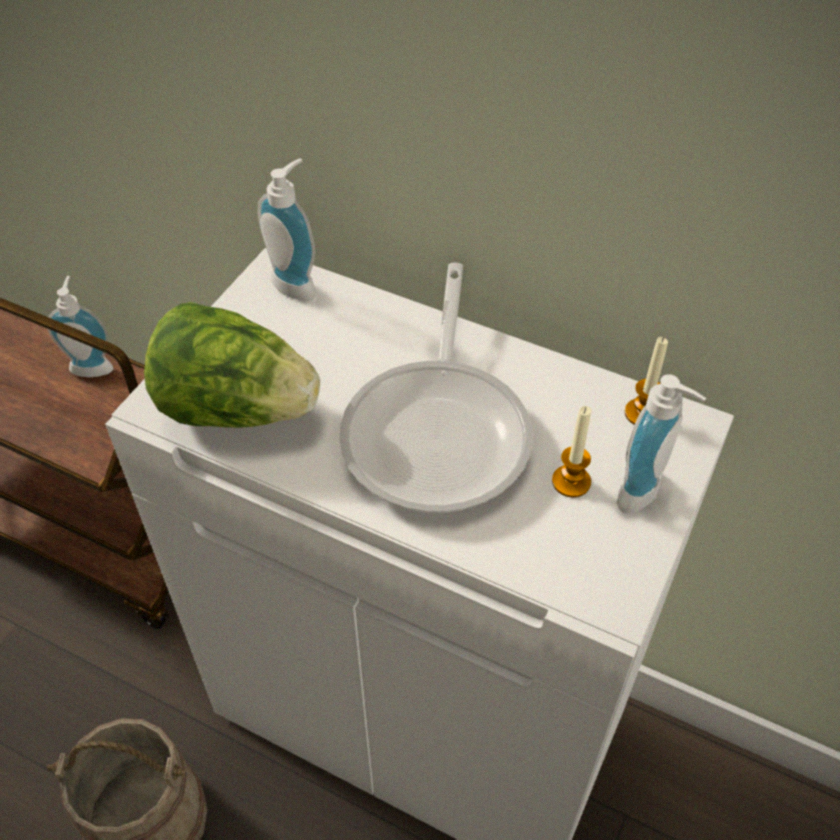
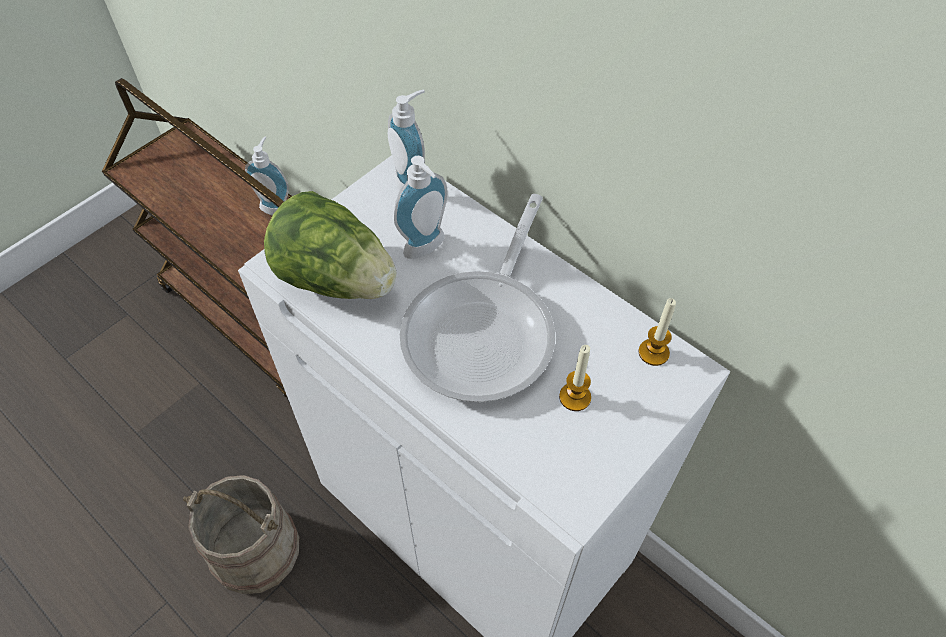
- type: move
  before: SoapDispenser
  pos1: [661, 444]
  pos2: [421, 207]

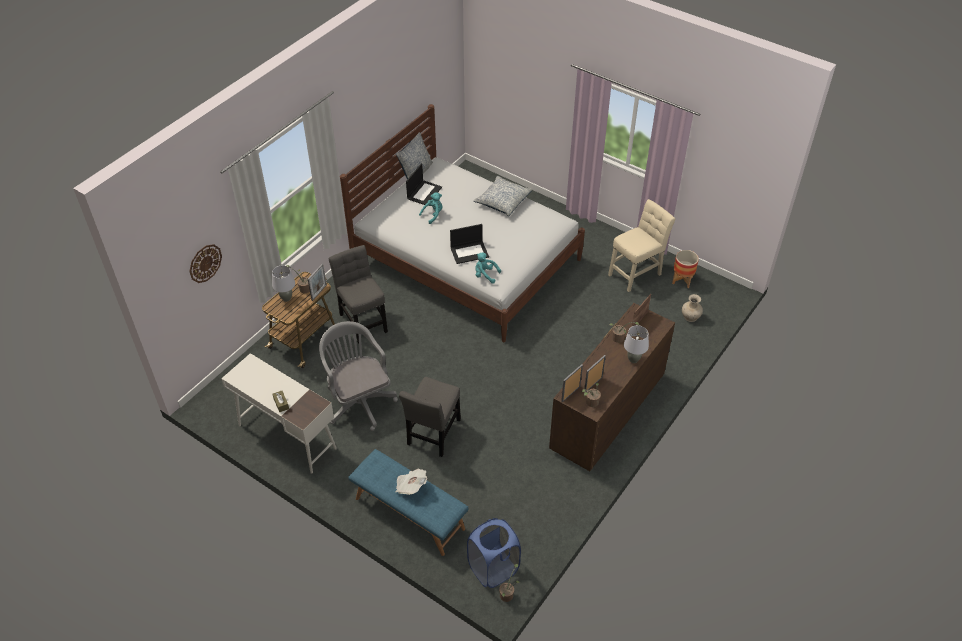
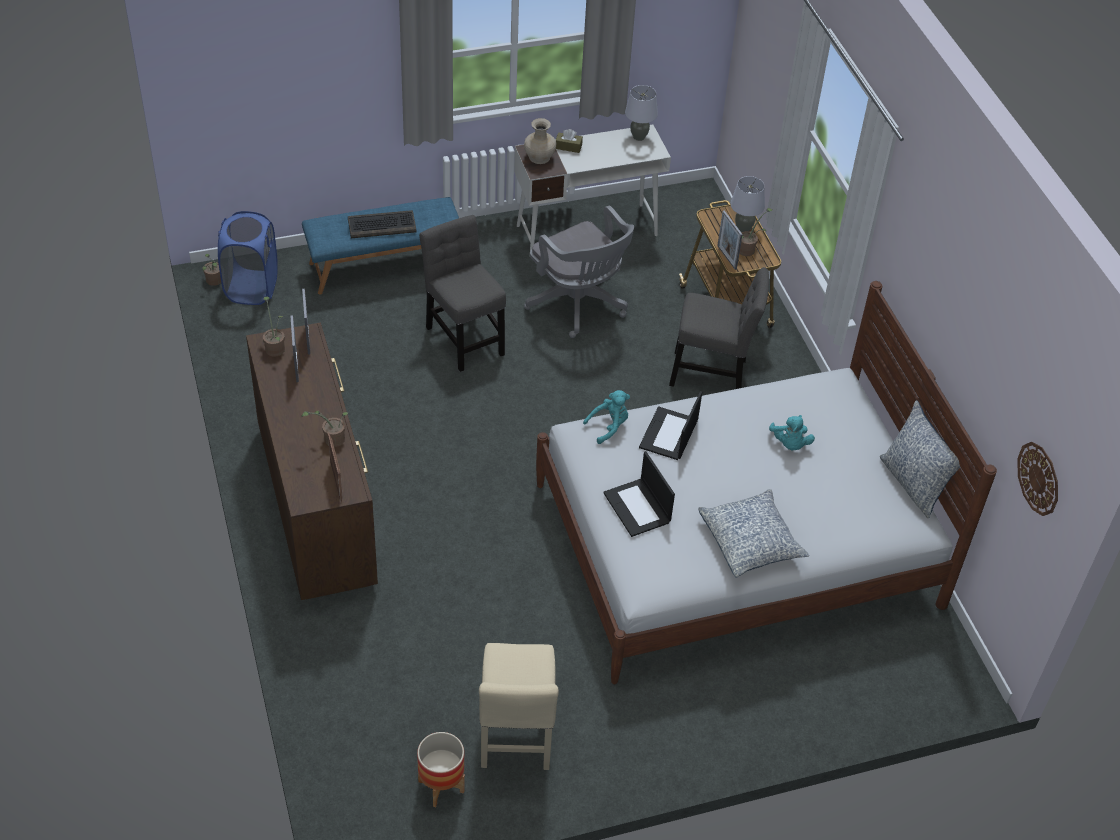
- type: replace
  before: DailyPaper
  after: Keyboard
  pos1: [411, 482]
  pos2: [382, 224]
- type: move
  before: BeigeColouredFlowerVase
  pos1: [692, 308]
  pos2: [540, 141]
- type: rotate
  before: GreyDeskChair
  pos1: [358, 376]
  pos2: [579, 271]
  turn: 45
- type: move
  before: NotebookComputer
  pos1: [424, 184]
  pos2: [639, 494]
- type: move
  before: GreyTabletopLamp
  pos1: [636, 344]
  pos2: [641, 113]
- type: move
  before: HangingClock
  pos1: [205, 263]
  pos2: [1037, 479]

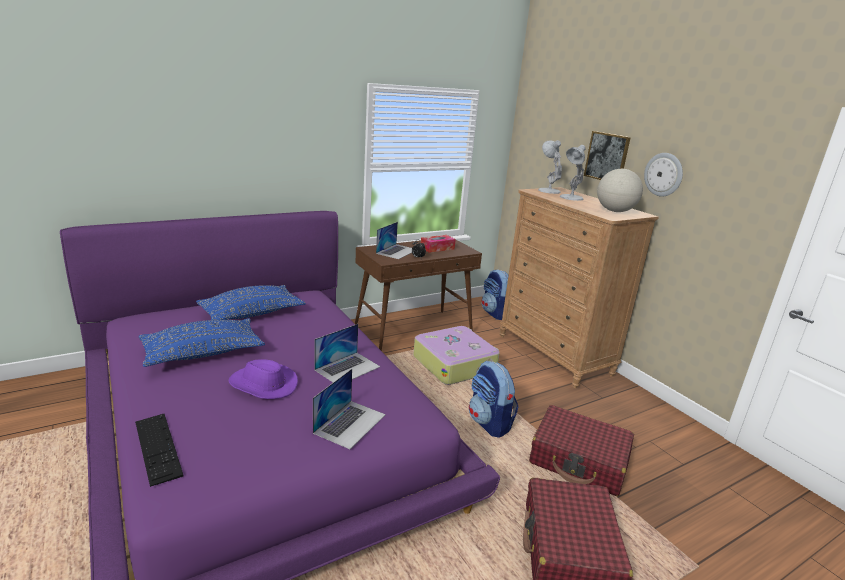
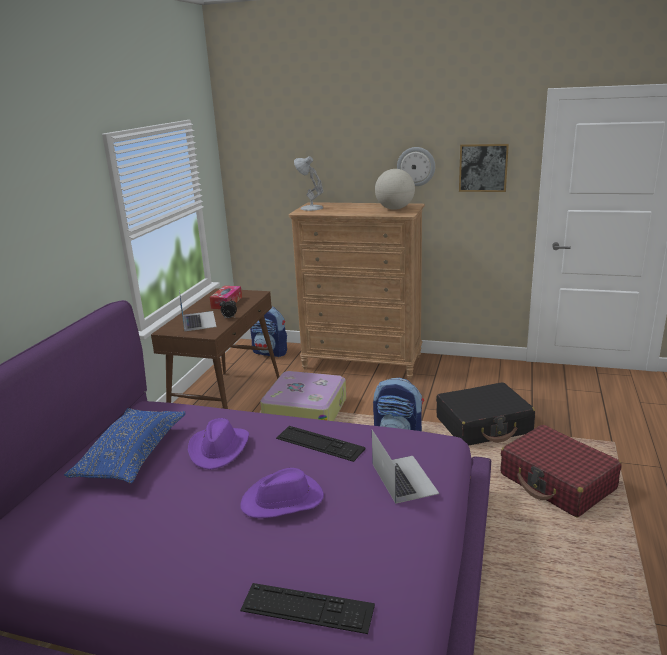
- type: insert
  after: PurpleColouredClothingHat
  pos2: [218, 444]
- type: replace
  before: NotebookComputer
  after: Keyboard
  pos1: [347, 353]
  pos2: [321, 444]
- type: recolor
  before: RedSuitcase
  after: BlackSuitcase
  pos1: [581, 450]
  pos2: [485, 414]
- type: move
  before: WallArt
  pos1: [607, 155]
  pos2: [484, 168]
- type: delete
  before: BlueColouredPillow
  pos1: [202, 342]
- type: delete
  before: WhiteColouredTabletopLamp
  pos1: [573, 173]

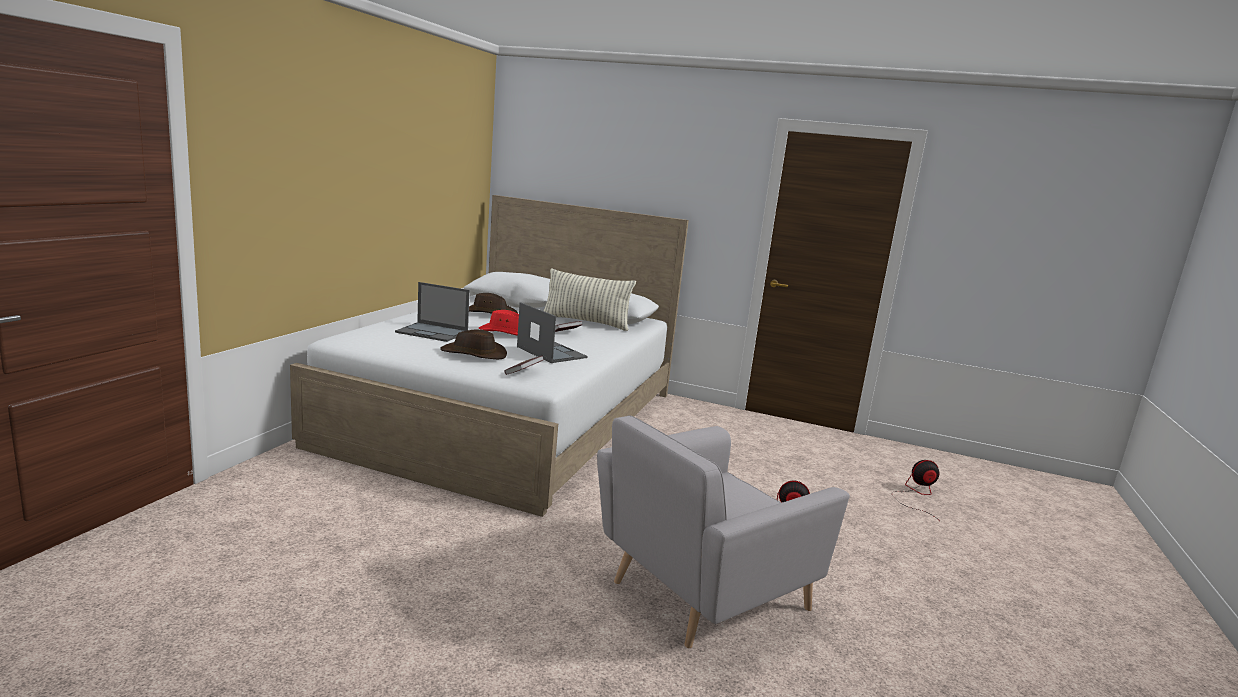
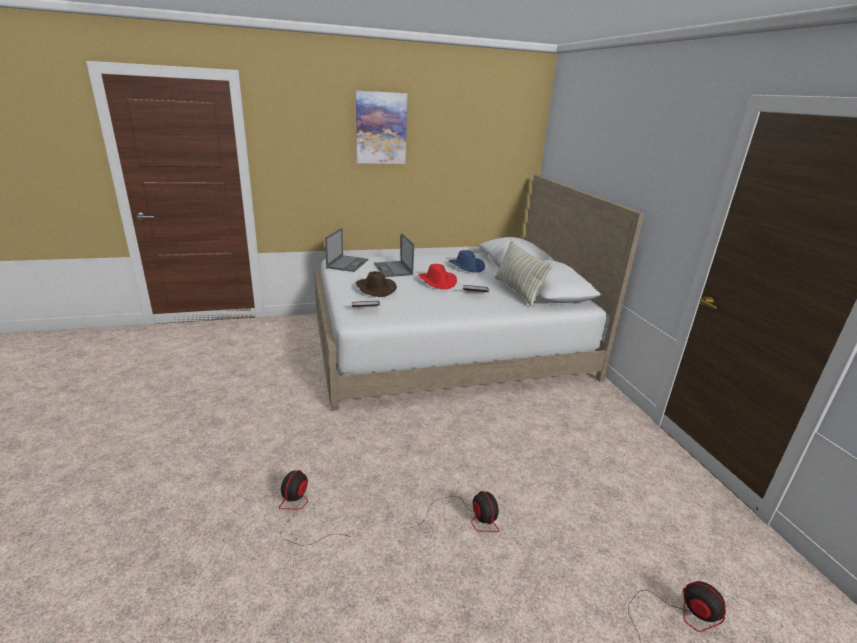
- type: replace
  before: GreyEasyChair
  after: Fan
  pos1: [723, 531]
  pos2: [315, 508]
- type: move
  before: NotebookComputer
  pos1: [552, 332]
  pos2: [346, 250]
- type: insert
  after: WallArt
  pos2: [381, 127]
- type: recolor
  before: BrownClothingHat
  after: BlueColouredClothingHat
  pos1: [493, 303]
  pos2: [467, 261]

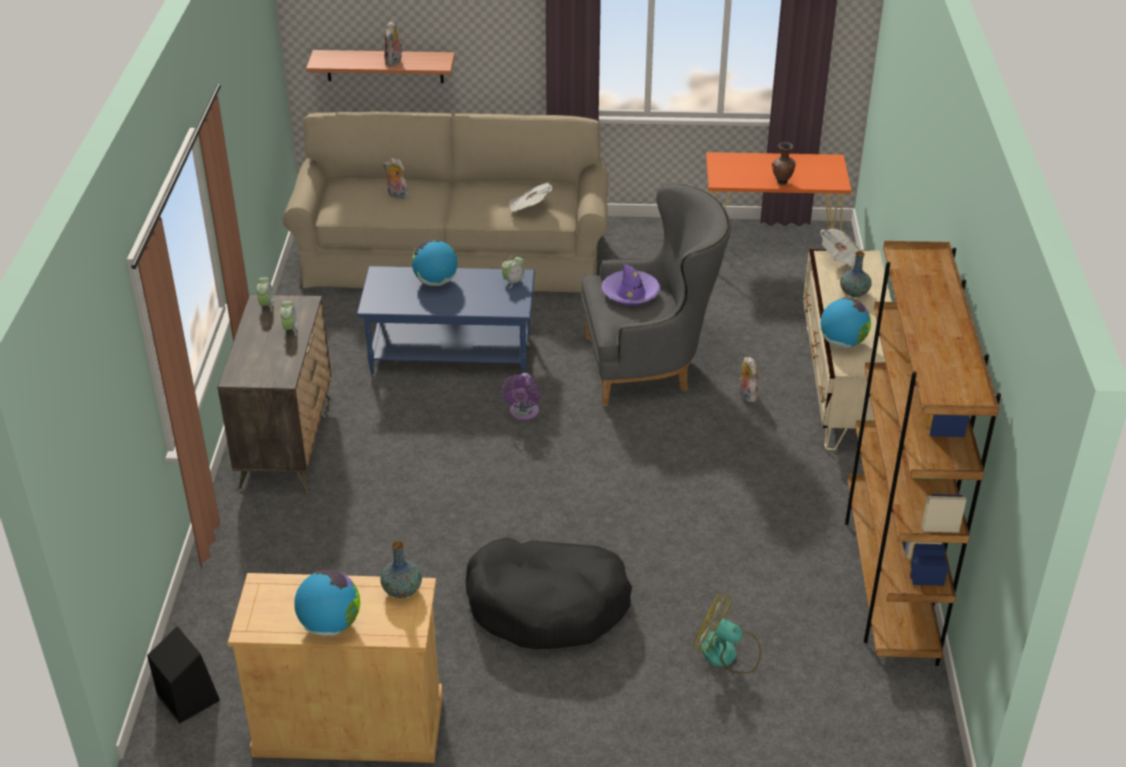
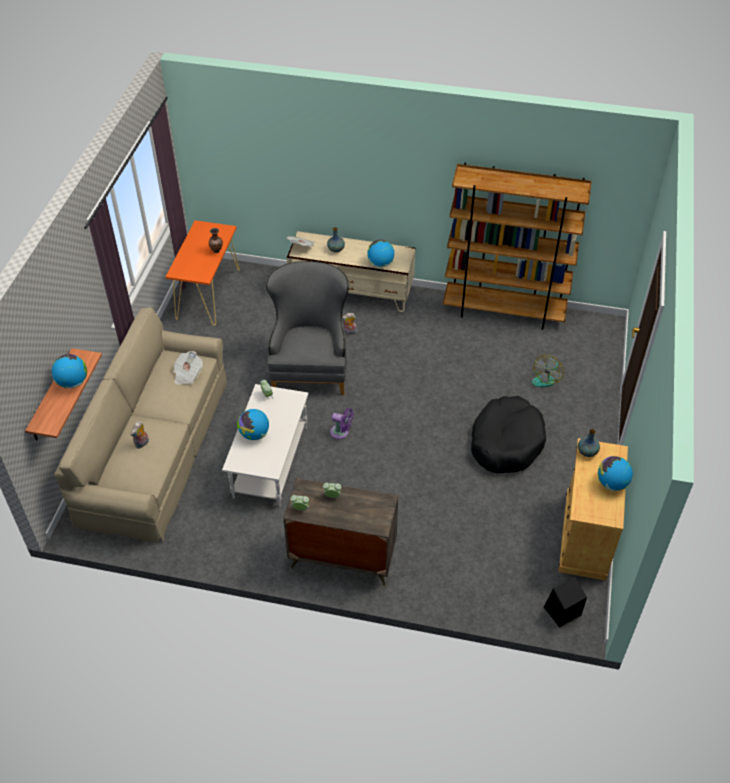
- type: replace
  before: SoftToy
  after: Globe
  pos1: [393, 44]
  pos2: [69, 371]
- type: recolor
  before: BlueColouredCoffeeTable
  after: WhiteColouredCoffeeTable
  pos1: [446, 320]
  pos2: [265, 445]
- type: delete
  before: PurpleColouredClothingHat
  pos1: [631, 285]

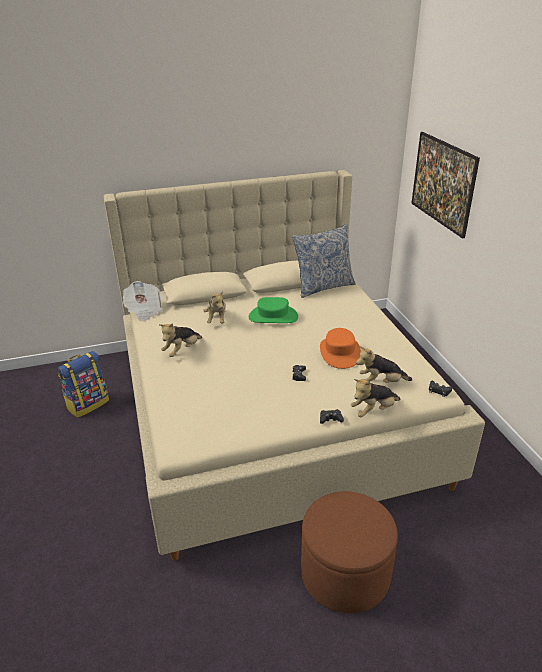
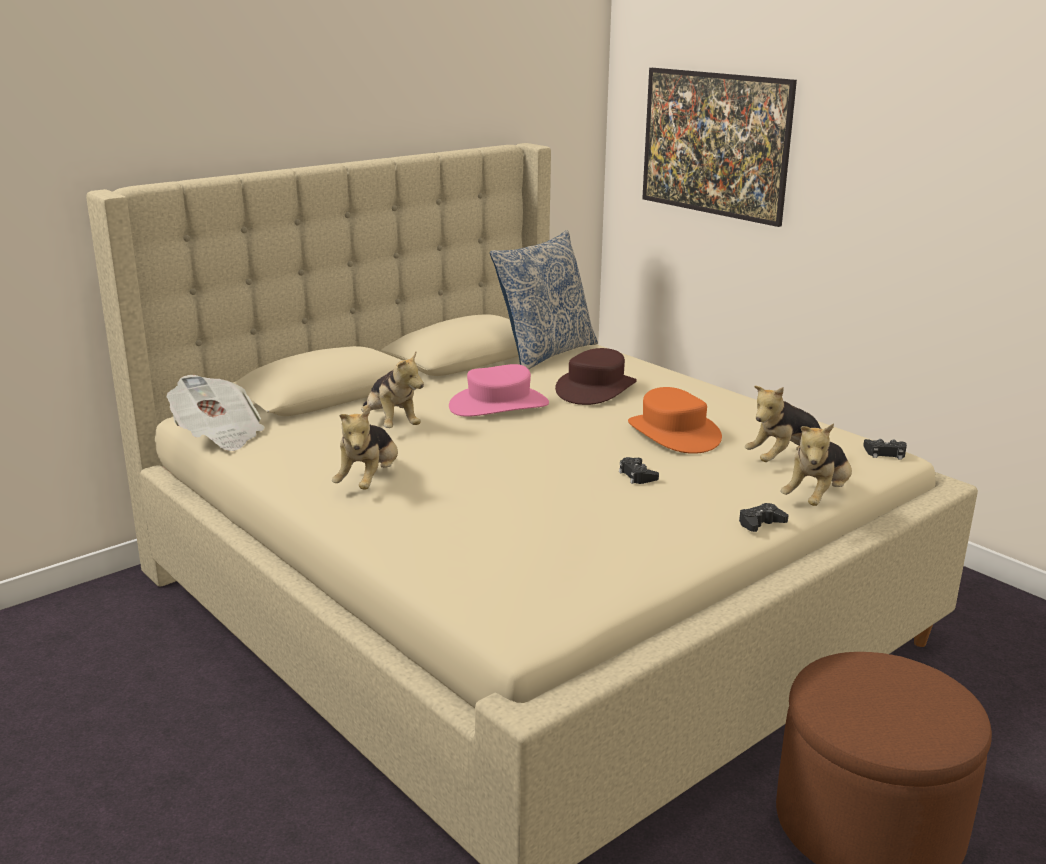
- type: recolor
  before: GreenClothingHat
  after: PinkColouredClothingHat
  pos1: [273, 310]
  pos2: [499, 390]
- type: insert
  after: BrownClothingHat
  pos2: [596, 376]
- type: delete
  before: Knapsack
  pos1: [83, 384]

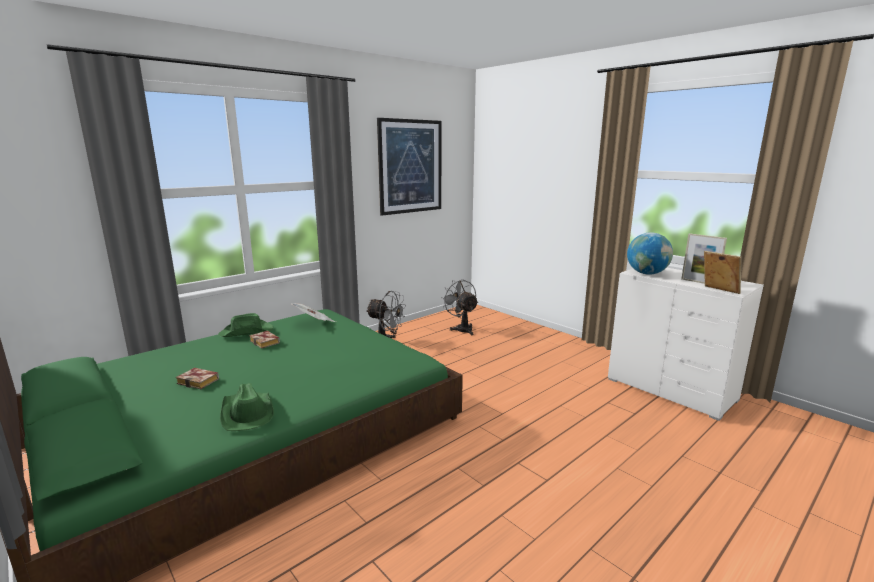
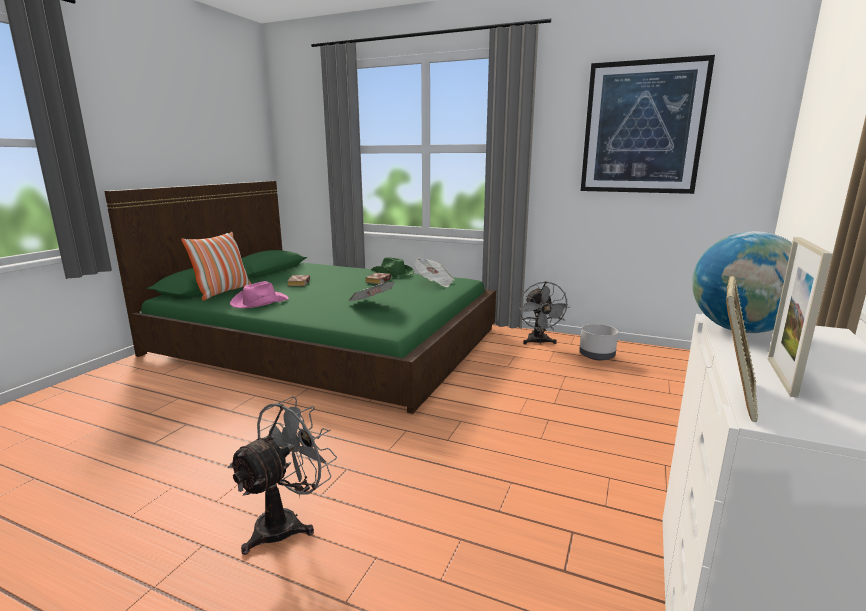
- type: insert
  after: Pillow
  pos2: [216, 266]
- type: move
  before: GreyFan
  pos1: [460, 307]
  pos2: [282, 475]
- type: recolor
  before: GreenClothingHat
  after: PinkColouredClothingHat
  pos1: [247, 407]
  pos2: [259, 294]
- type: insert
  after: DailyPaper
  pos2: [372, 291]
- type: insert
  after: GreyPlanter
  pos2: [598, 342]

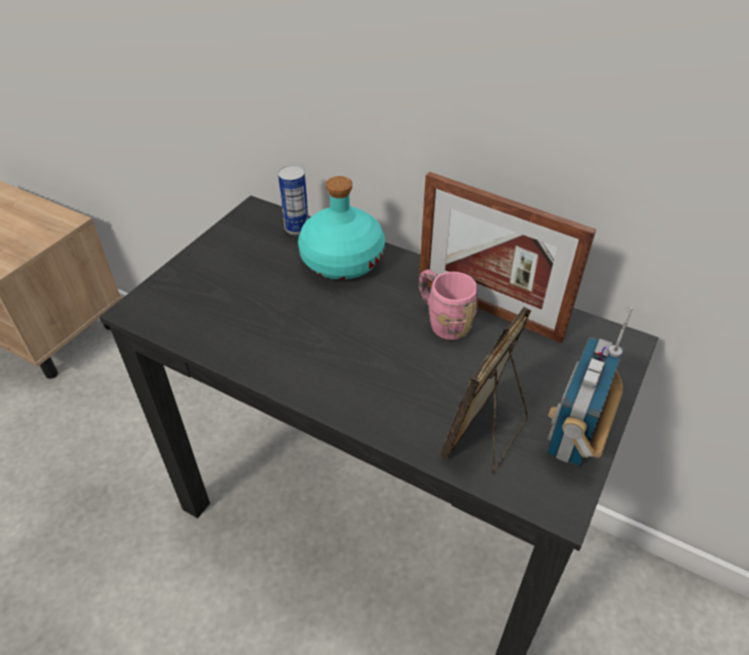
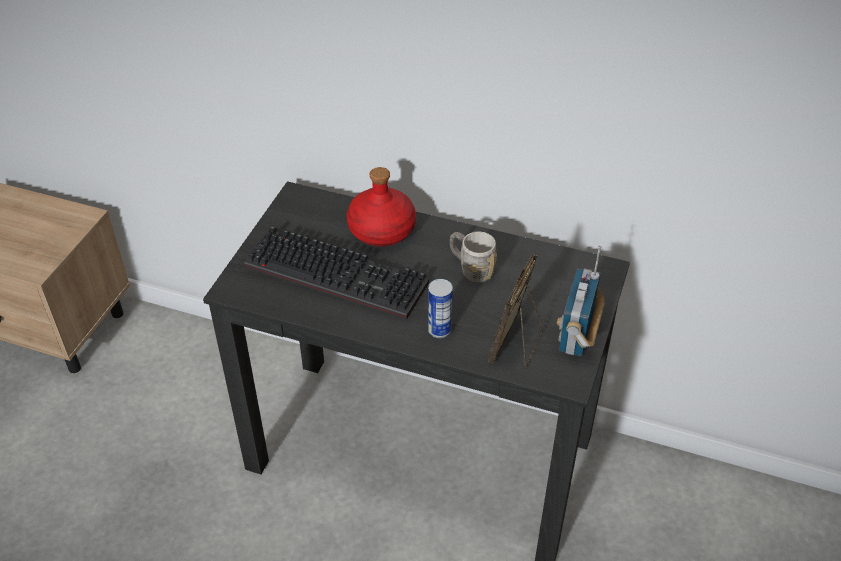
- type: insert
  after: Keyboard
  pos2: [336, 273]
- type: recolor
  before: BlueGreenDrinkBottle
  after: RedDrinkBottle
  pos1: [341, 227]
  pos2: [381, 206]
- type: move
  before: Can
  pos1: [293, 200]
  pos2: [440, 308]
- type: recolor
  before: PinkColouredTeaMug
  after: GreyTeaMug
  pos1: [448, 305]
  pos2: [473, 257]
- type: delete
  before: StandingFrame
  pos1: [507, 257]

